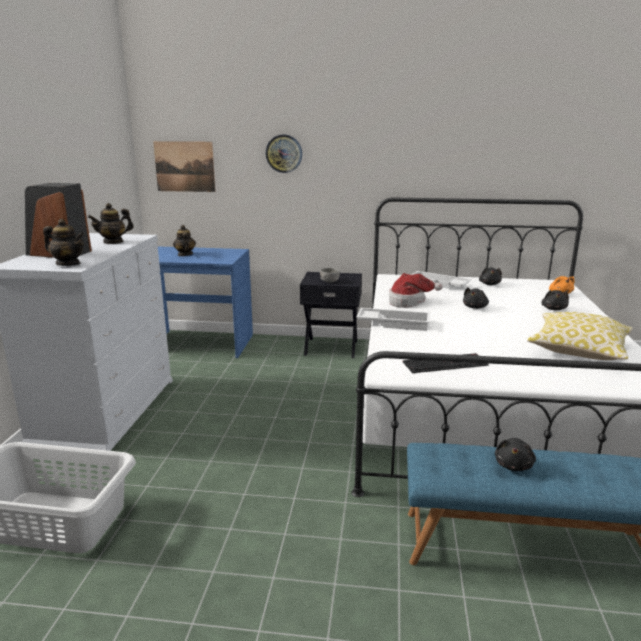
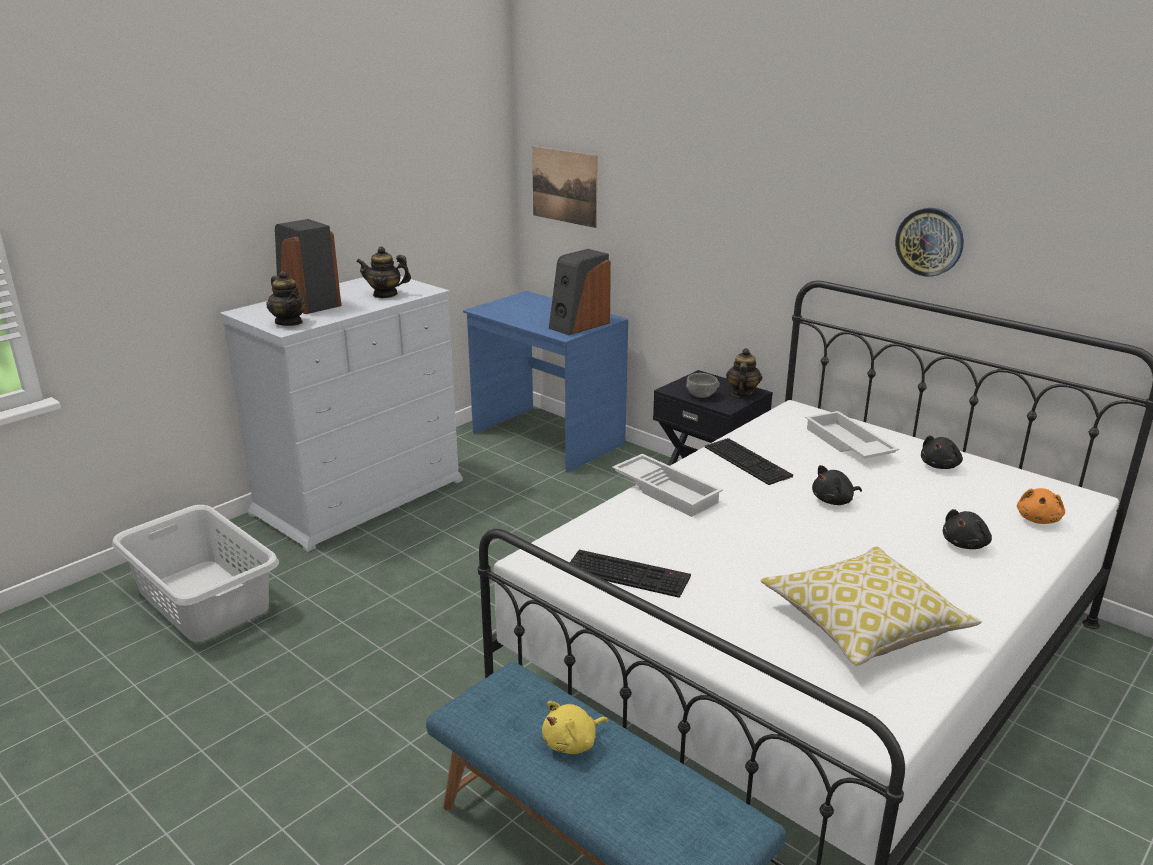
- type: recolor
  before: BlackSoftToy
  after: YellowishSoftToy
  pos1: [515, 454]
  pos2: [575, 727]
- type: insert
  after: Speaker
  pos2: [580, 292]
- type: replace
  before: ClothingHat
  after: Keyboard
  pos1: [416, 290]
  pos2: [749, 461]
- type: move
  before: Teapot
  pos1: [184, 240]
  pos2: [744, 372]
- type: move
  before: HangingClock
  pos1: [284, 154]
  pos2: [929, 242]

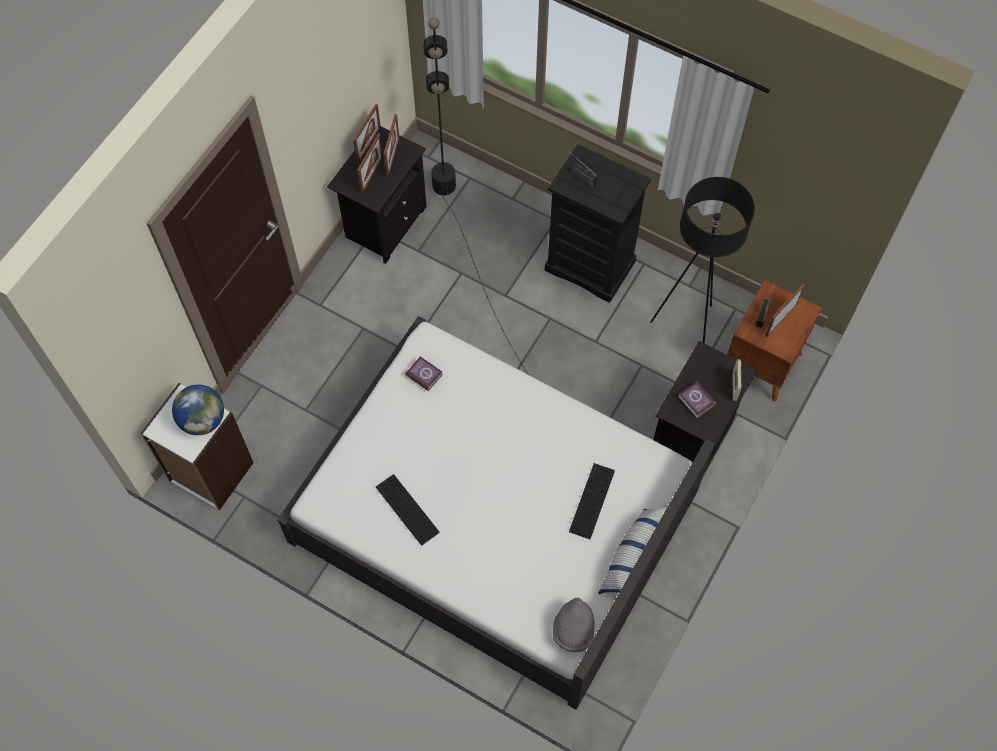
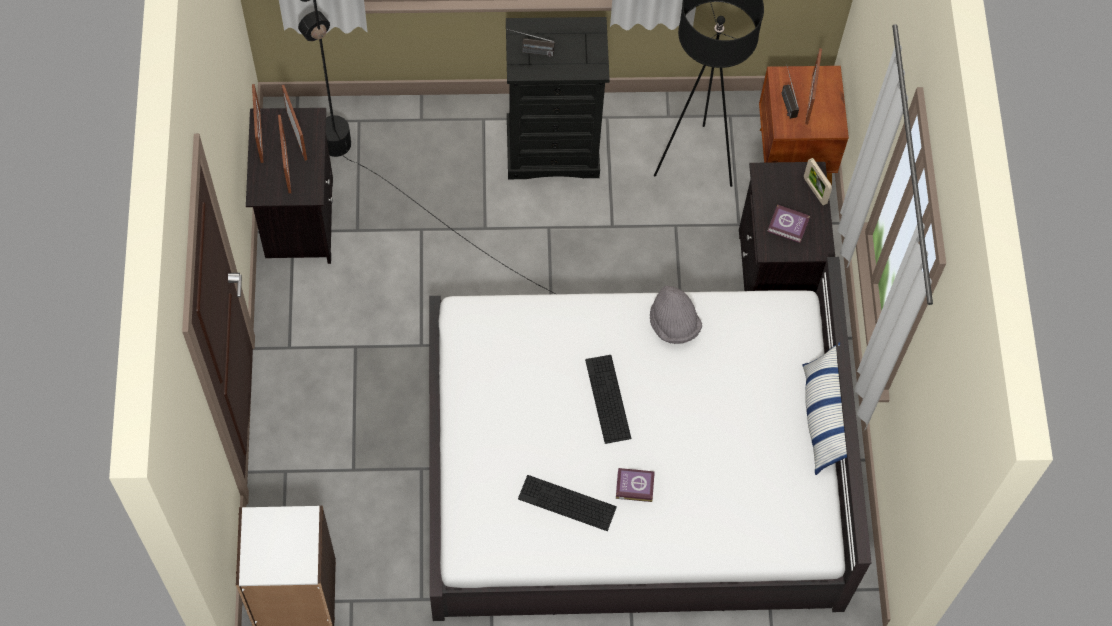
- type: move
  before: Keyboard
  pos1: [592, 501]
  pos2: [608, 399]
- type: move
  before: Book
  pos1: [424, 373]
  pos2: [635, 485]
- type: move
  before: GreyClothingHat
  pos1: [574, 625]
  pos2: [676, 315]
- type: delete
  before: Globe
  pos1: [198, 410]

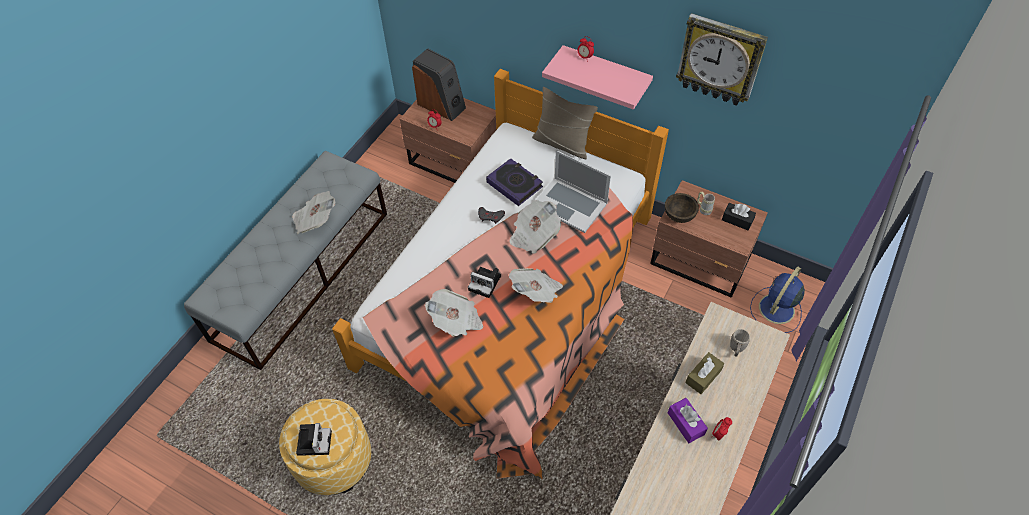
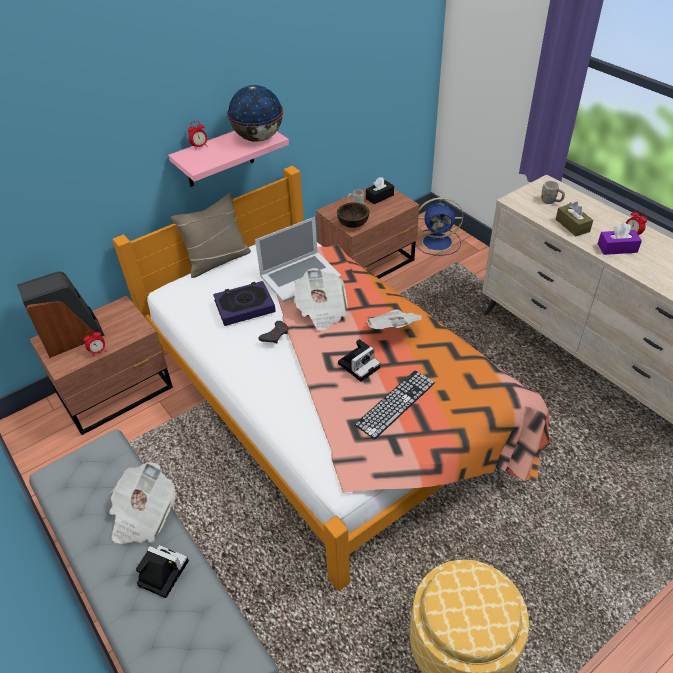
- type: move
  before: StillCamera
  pos1: [314, 439]
  pos2: [162, 571]
- type: insert
  after: Globe
  pos2: [255, 113]
- type: replace
  before: DailyPaper
  after: Keyboard
  pos1: [454, 313]
  pos2: [394, 405]
- type: rotate
  before: BlueColouredFan
  pos1: [777, 300]
  pos2: [439, 226]
  turn: -60
- type: delete
  before: HangingClock
  pos1: [722, 59]

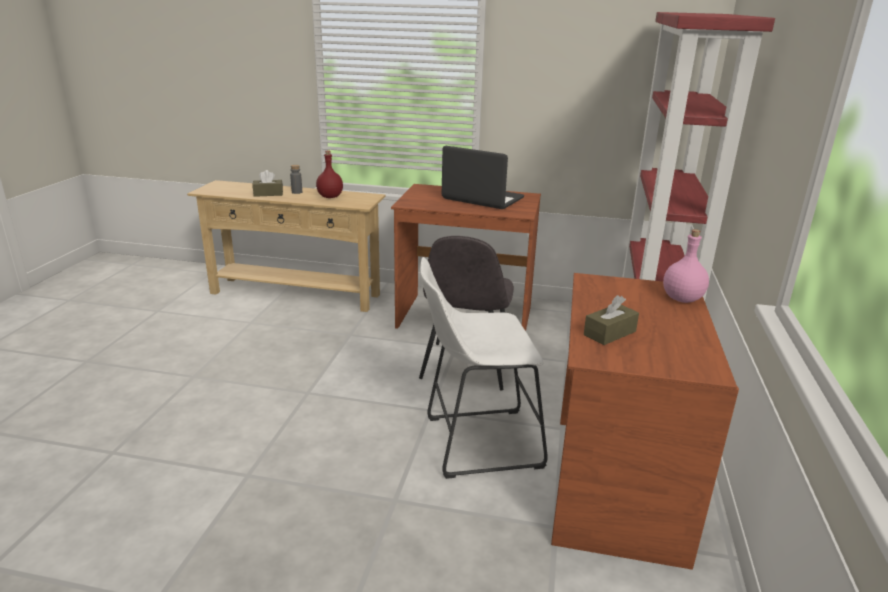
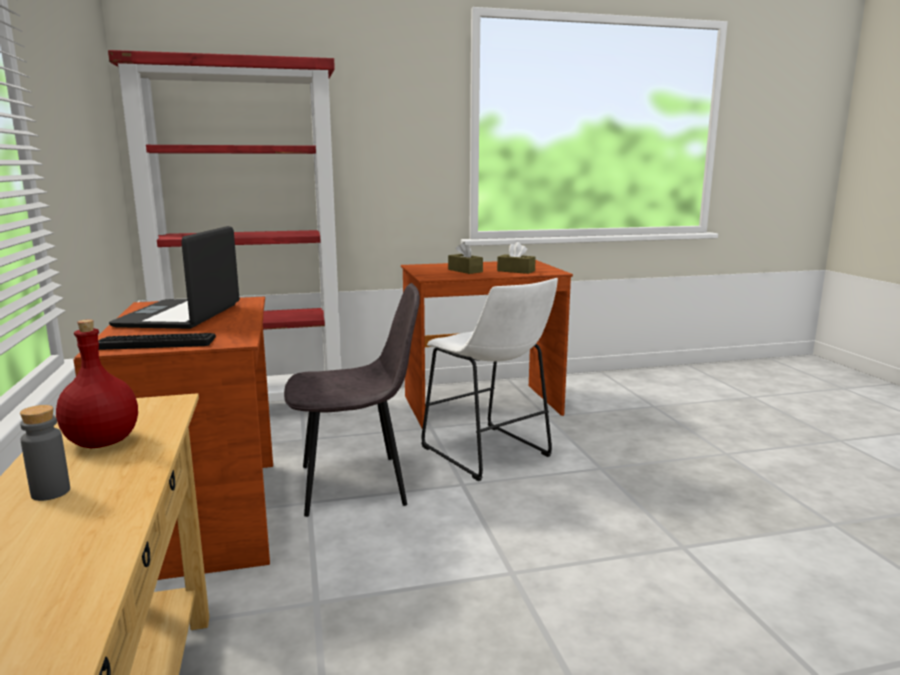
- type: insert
  after: Keyboard
  pos2: [157, 341]
- type: move
  before: BrownTissueBox
  pos1: [267, 183]
  pos2: [465, 258]
- type: delete
  before: PinkColouredDrinkBottle
  pos1: [686, 266]

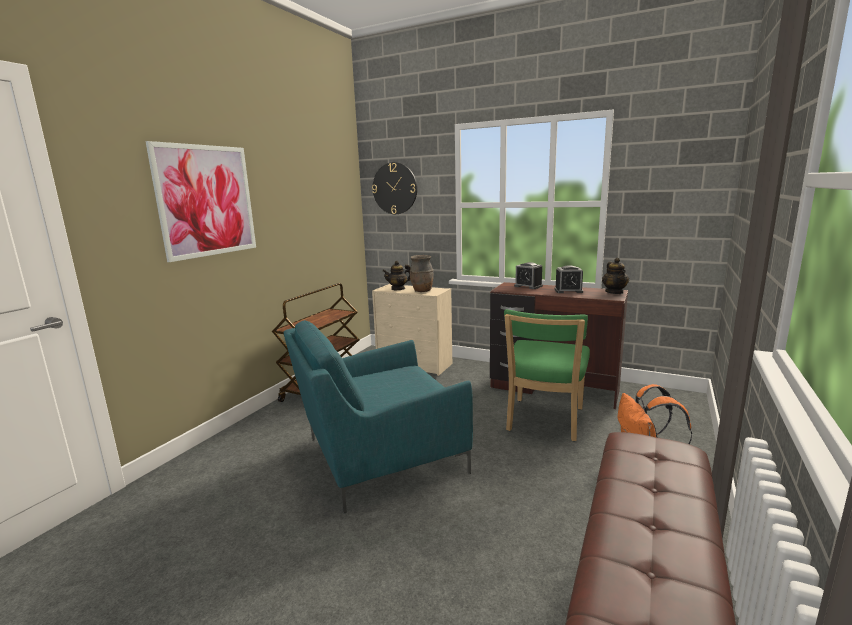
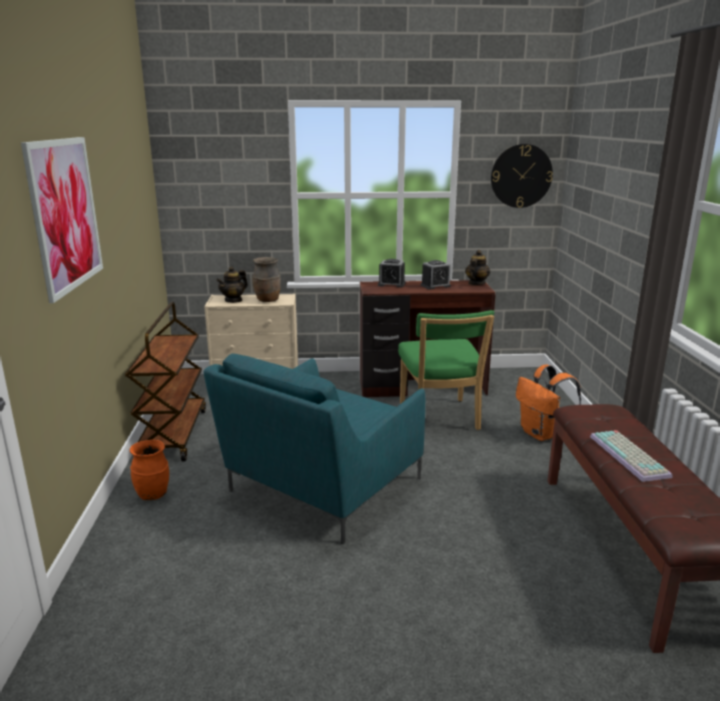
- type: insert
  after: OrangeFlowerVase
  pos2: [149, 470]
- type: rotate
  before: Teapot
  pos1: [615, 276]
  pos2: [477, 267]
  turn: -120
- type: move
  before: HangingClock
  pos1: [394, 188]
  pos2: [522, 176]
- type: insert
  after: Keyboard
  pos2: [631, 456]

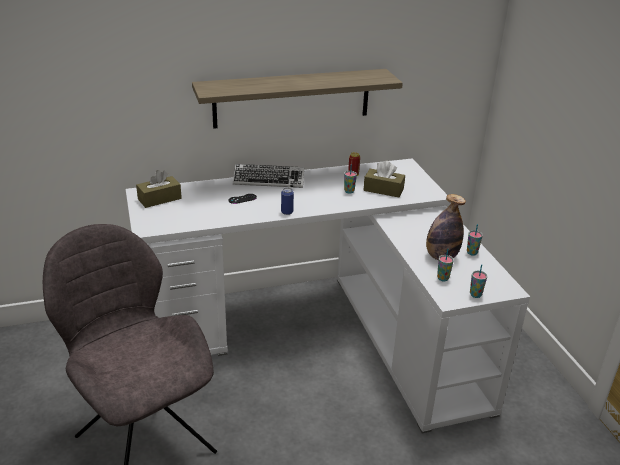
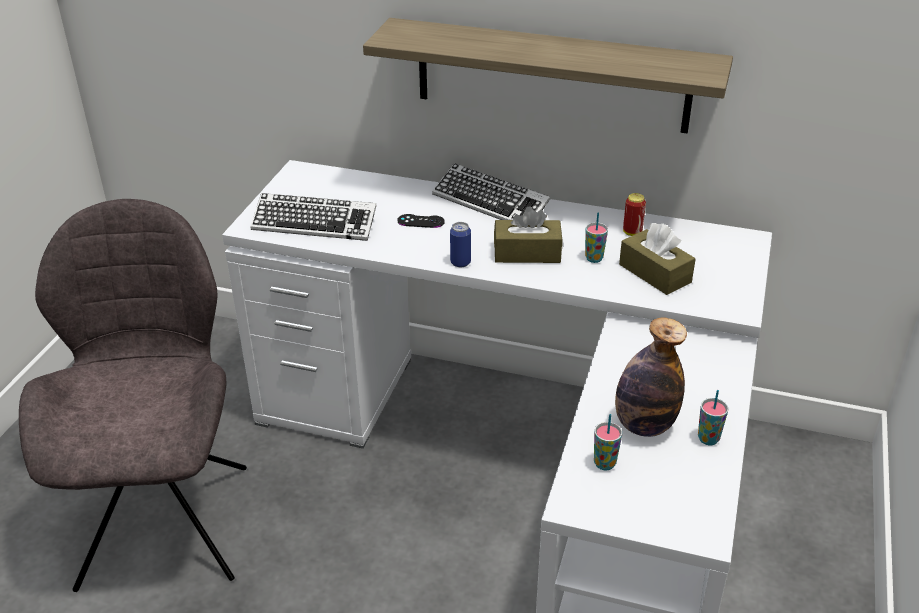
- type: insert
  after: Keyboard
  pos2: [313, 217]
- type: move
  before: BrownTissueBox
  pos1: [159, 189]
  pos2: [528, 234]
- type: delete
  before: SmallCup
  pos1: [478, 281]

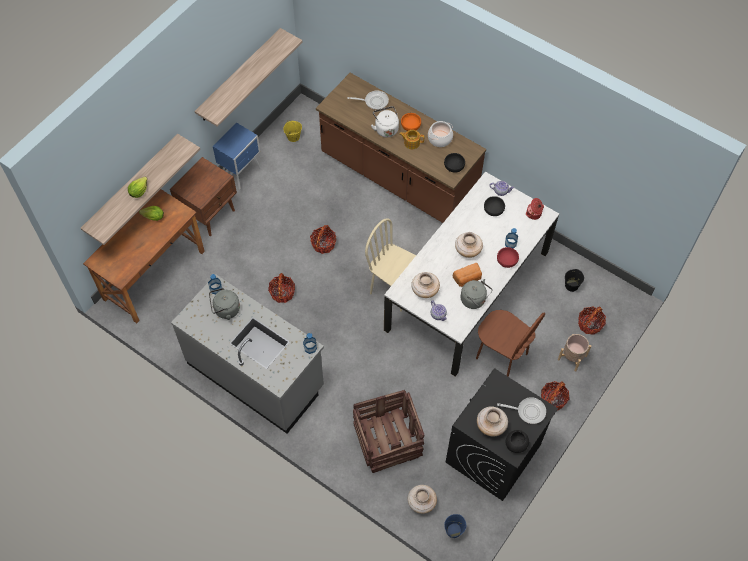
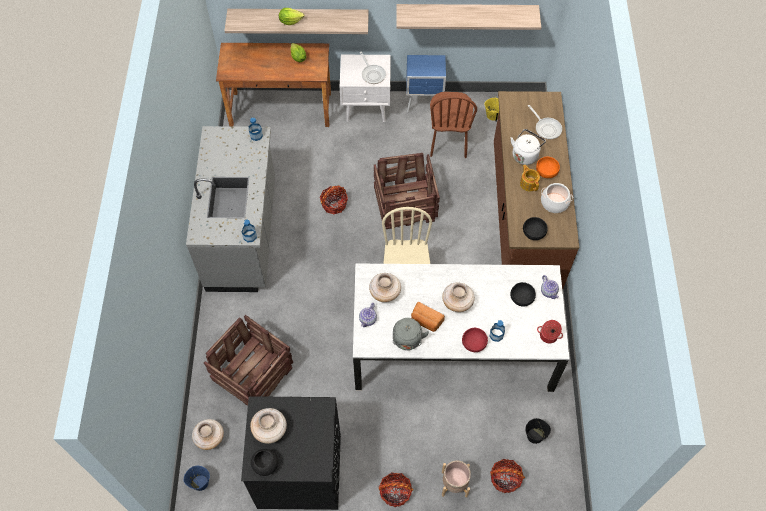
- type: recolor
  before: BrownNightTable
  after: WhiteColouredNightTable
  pos1: [203, 196]
  pos2: [365, 88]
- type: move
  before: Pan
  pos1: [521, 410]
  pos2: [373, 68]
- type: replace
  before: Basket
  after: ShippingCrate
  pos1: [323, 239]
  pos2: [407, 191]
- type: move
  before: BrownPlainChair
  pos1: [510, 343]
  pos2: [453, 125]
- type: delete
  before: GreyTeaKettle
  pos1: [224, 304]

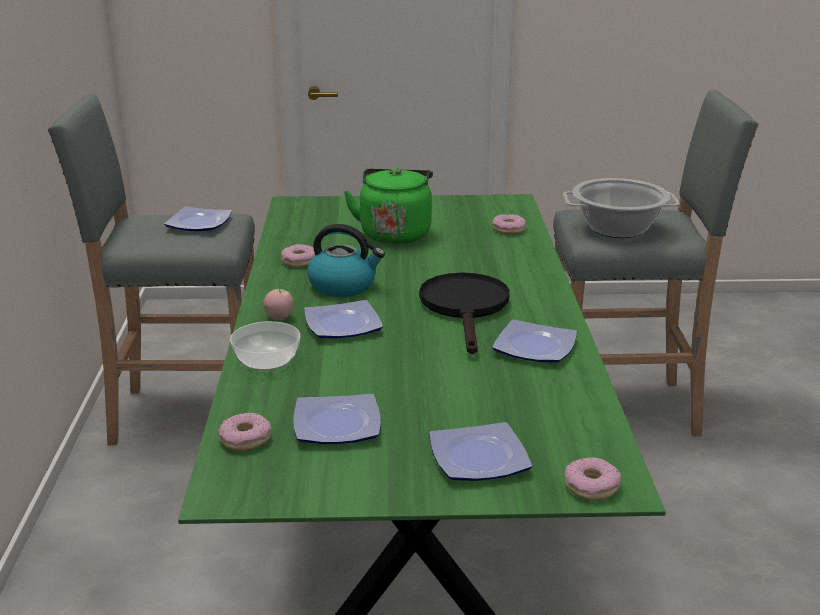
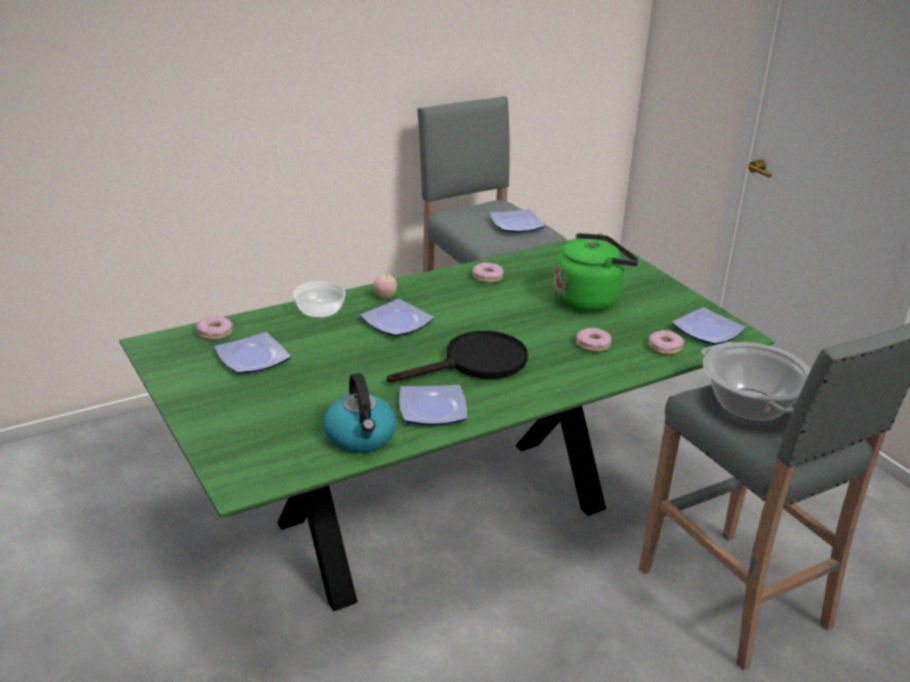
- type: move
  before: TeaKettle
  pos1: [346, 260]
  pos2: [359, 413]
- type: move
  before: Donut
  pos1: [592, 478]
  pos2: [594, 339]
- type: move
  before: DinnerPlate
  pos1: [480, 451]
  pos2: [709, 326]

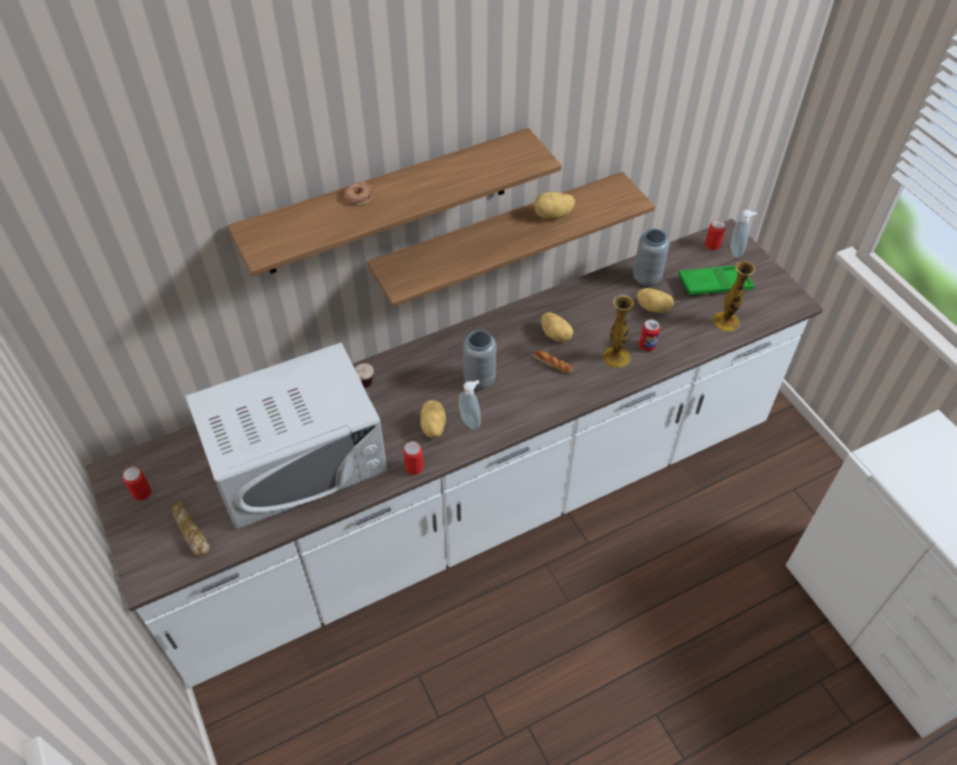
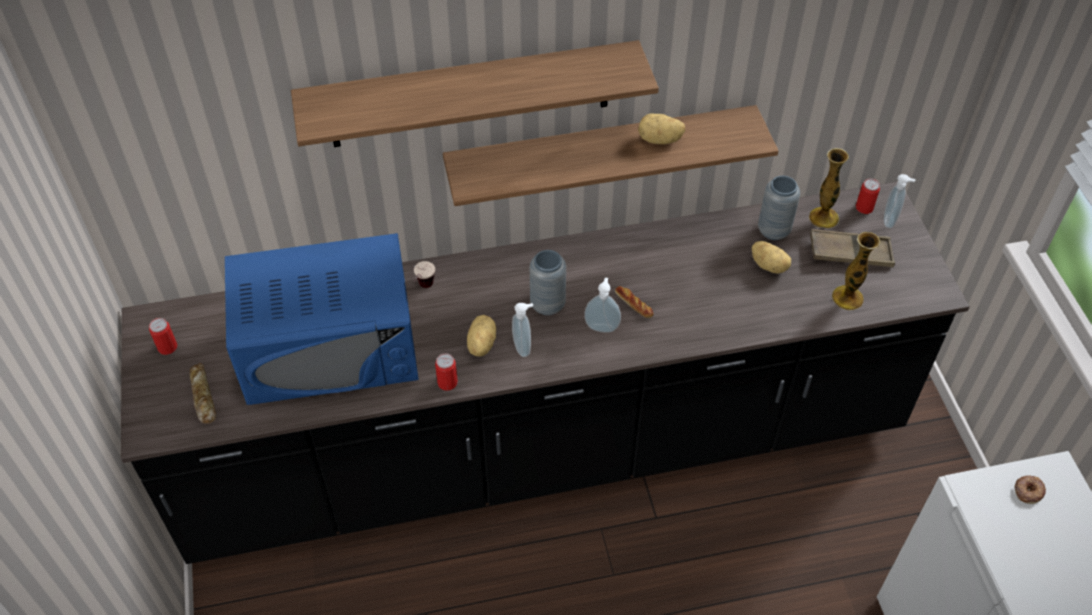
- type: recolor
  before: WhiteColouredCounter
  after: BlackCounter
  pos1: [454, 453]
  pos2: [545, 372]
- type: recolor
  before: WhiteColouredMicrowaveOven
  after: BlueColouredMicrowaveOven
  pos1: [286, 435]
  pos2: [322, 319]
- type: insert
  after: SoapDispenser
  pos2: [602, 305]
- type: move
  before: FlowerVase
  pos1: [618, 331]
  pos2: [829, 188]
- type: recolor
  before: GreenCarryingTray
  after: BrownCarryingTray
  pos1: [716, 280]
  pos2: [852, 248]
- type: move
  before: Donut
  pos1: [358, 194]
  pos2: [1030, 489]
- type: delete
  before: Spud
  pos1: [557, 327]
- type: delete
  before: Can
  pos1: [649, 335]

